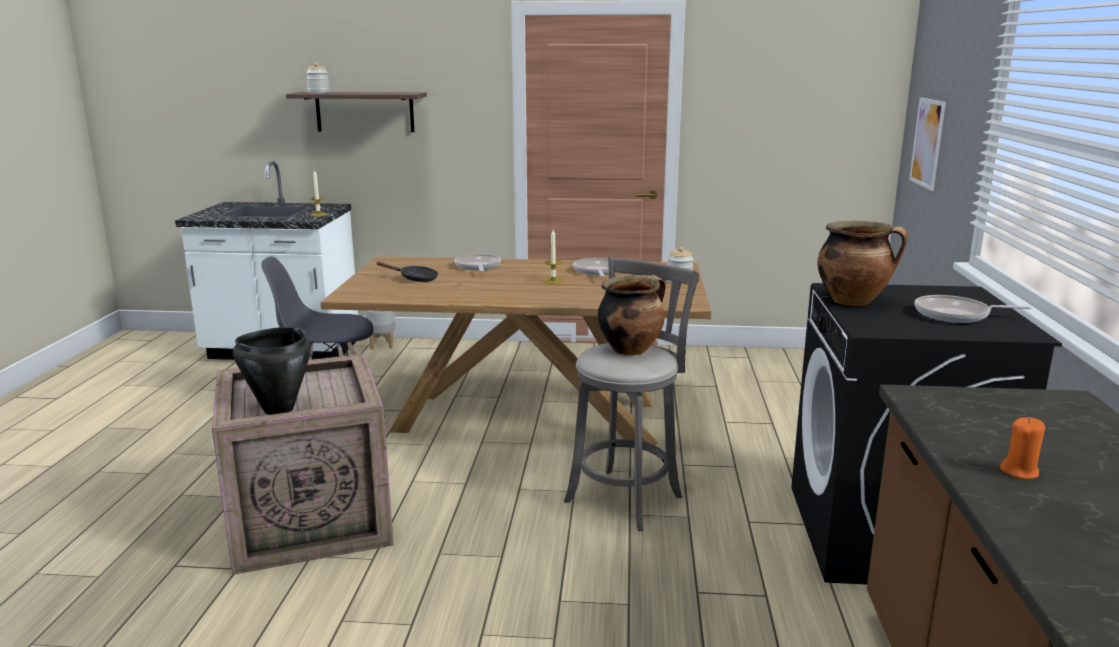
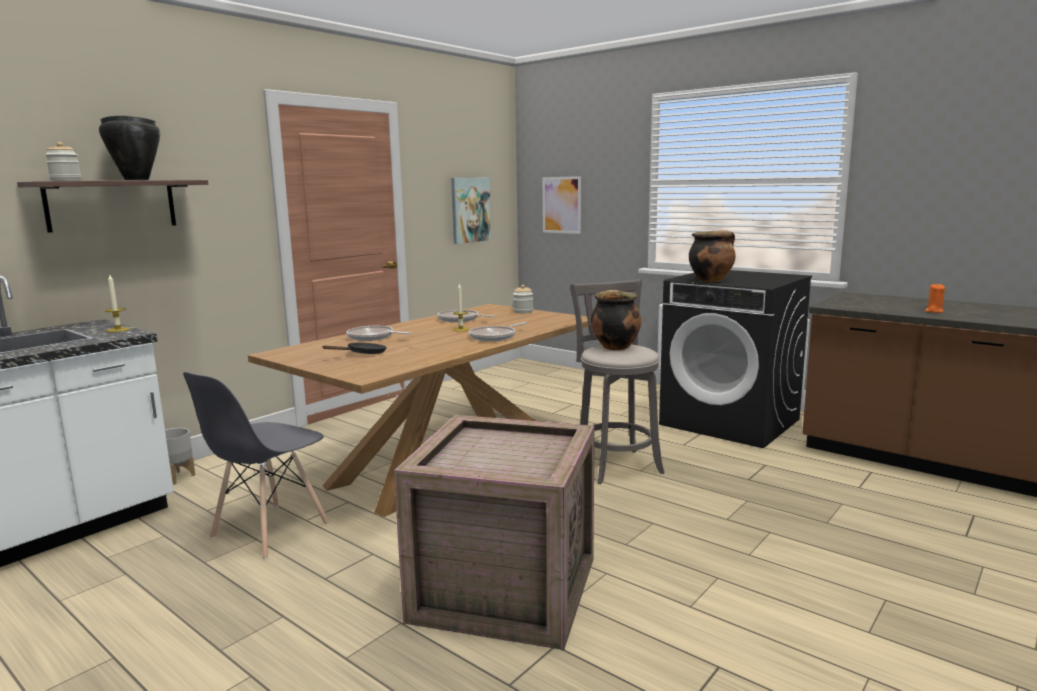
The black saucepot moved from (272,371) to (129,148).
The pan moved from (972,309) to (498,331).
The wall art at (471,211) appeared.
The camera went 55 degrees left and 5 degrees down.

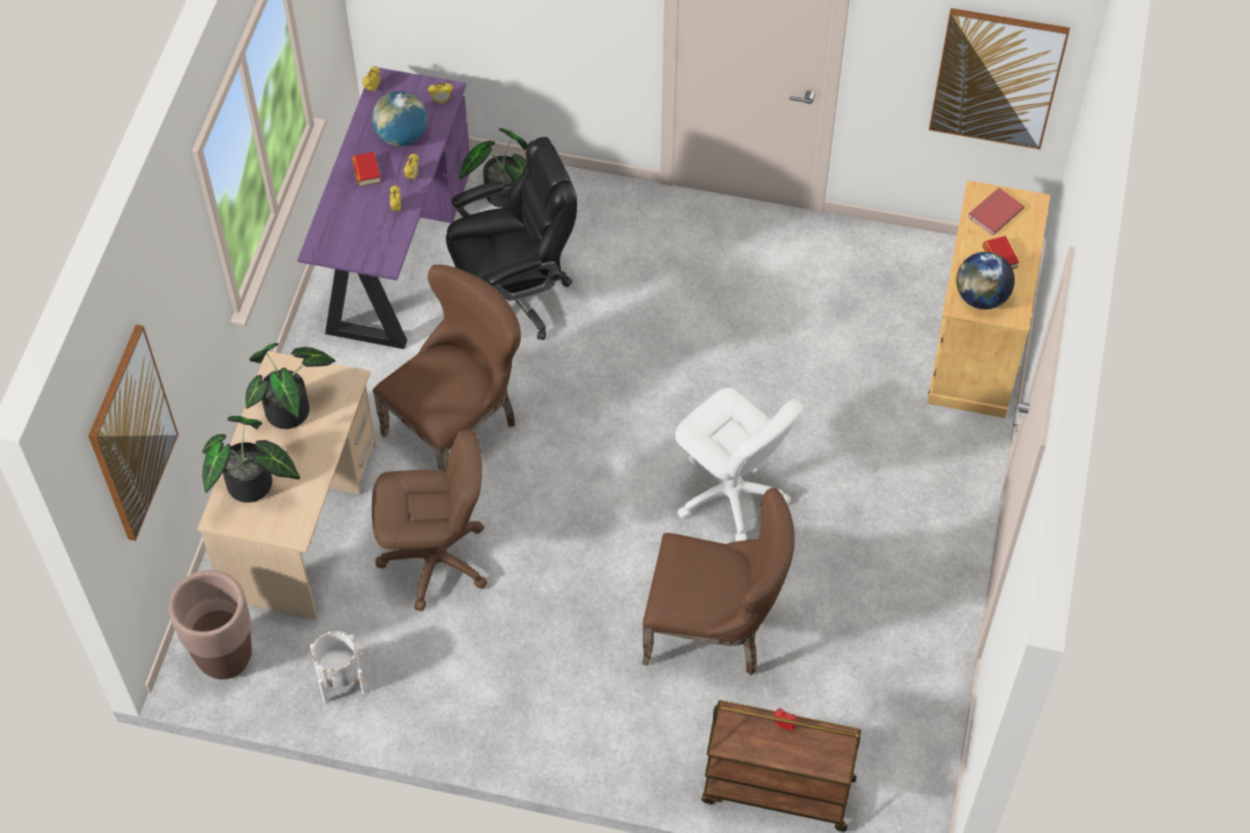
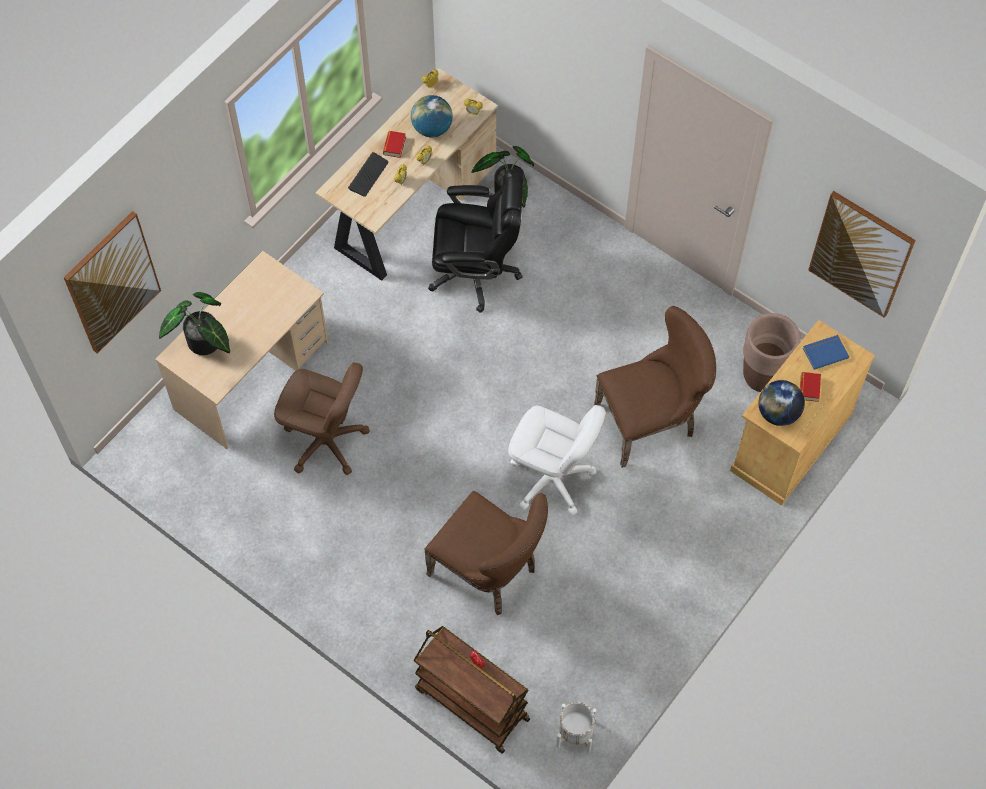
The brown plant pot moved from (210,624) to (772,352).
The houseplant at (290,386) disappeared.
The purplish desk unit at (383,208) became the beige-coloured desk unit at (406,174).
The whitish plant pot moved from (338,667) to (576,727).
The brown plain chair moved from (447,368) to (655,387).
The whitish computer chair at (739,464) turned 45 degrees counterclockwise.
The red volume at (996,211) became the bluish volume at (826,352).
The computer keyboard at (368,174) appeared.
The camera went 25 degrees right and 5 degrees up.

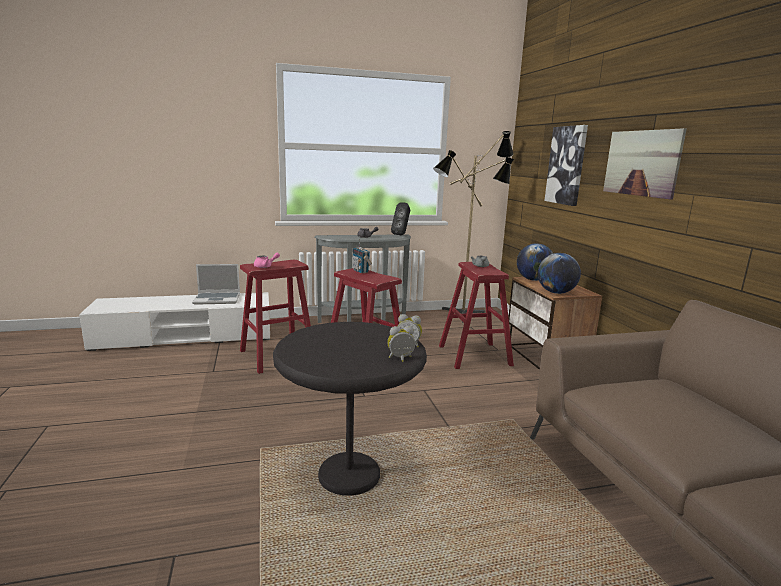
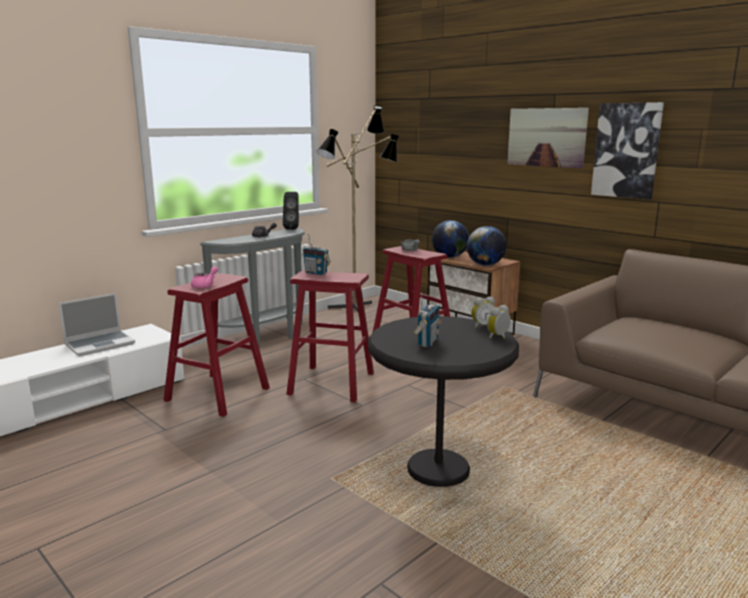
The wall art moved from (566,165) to (627,151).
The radio receiver at (427,320) appeared.
The camera went 30 degrees left and 0 degrees up.

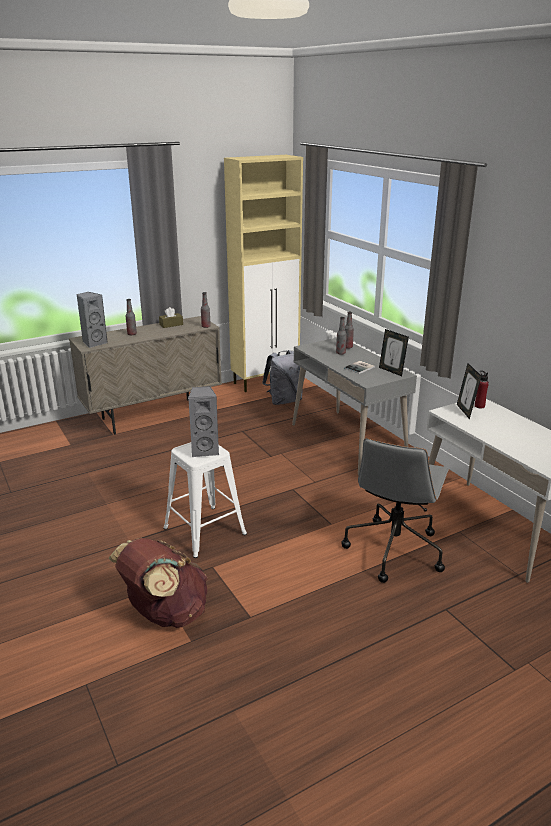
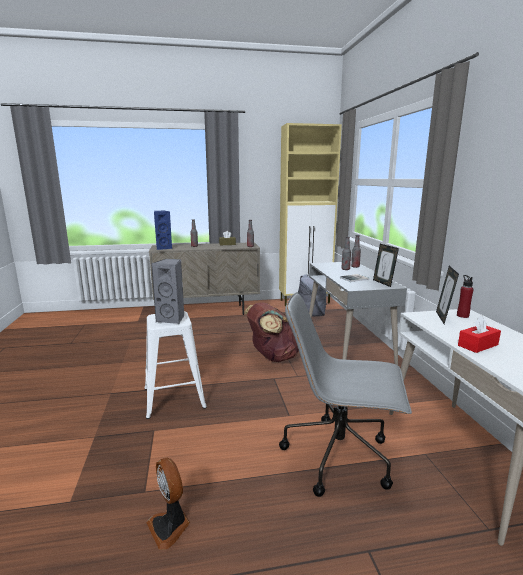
The greyish audio speaker at (92,320) became the bluish audio speaker at (163,230).
The brown rucksack moved from (158,583) to (271,332).
The greyish computer chair at (395,510) turned 60 degrees clockwise.
The electric fan at (168,504) appeared.
The red tissue box at (479,334) appeared.
The camera went 20 degrees right and 10 degrees down.

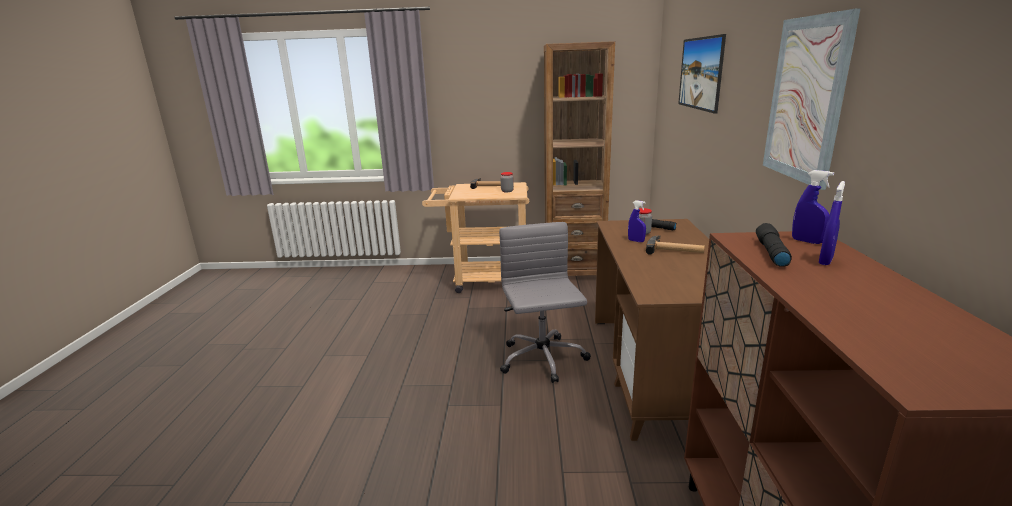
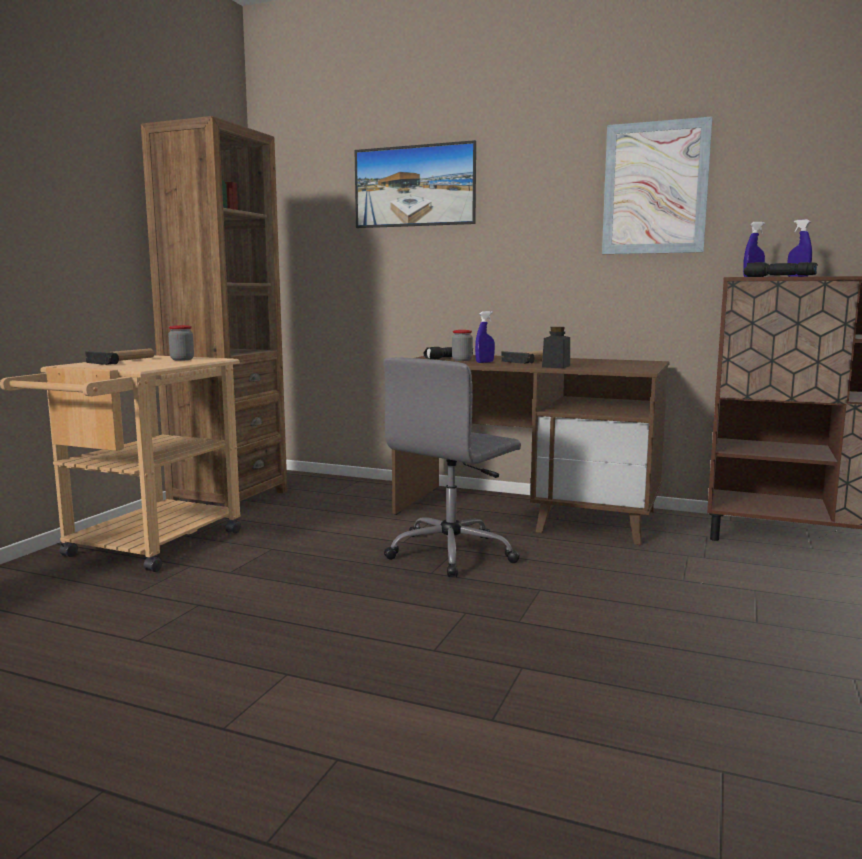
The greyish computer chair at (545,302) turned 60 degrees counterclockwise.
The black storage jar at (556,347) appeared.
The camera went 70 degrees left and 10 degrees down.

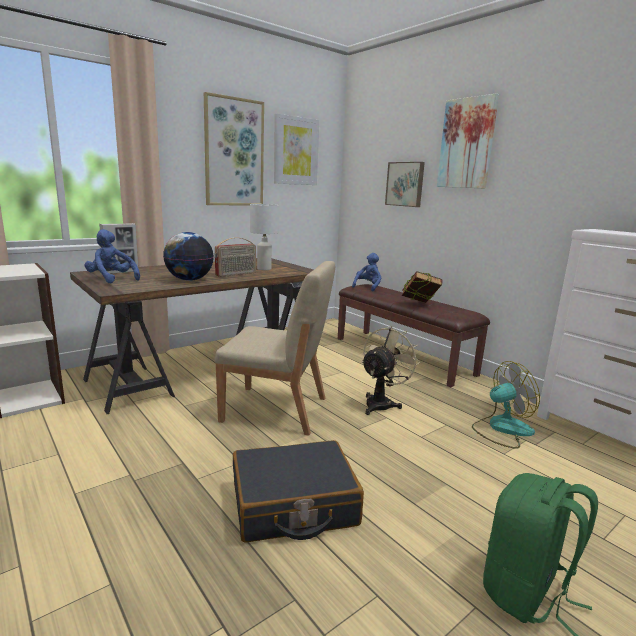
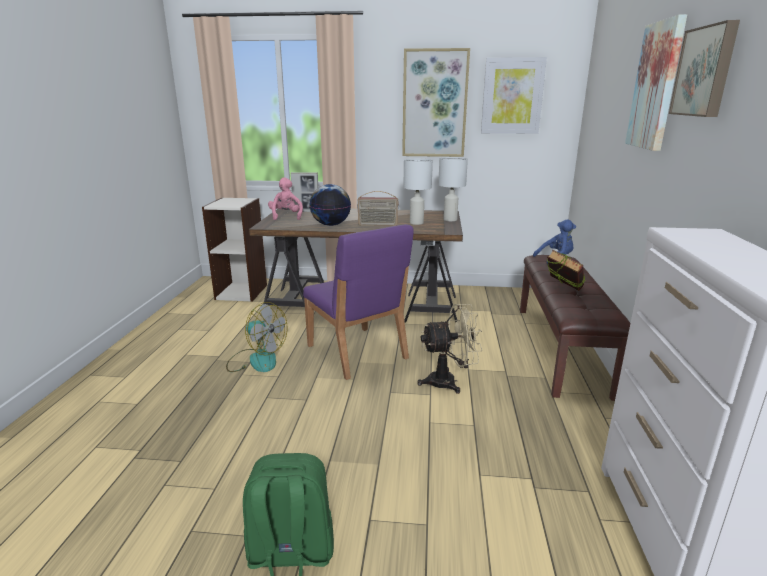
The bluish plush toy at (112,256) became the pink-coloured plush toy at (285,198).
The beige-coloured plain chair at (275,348) became the purplish plain chair at (358,302).
The black suitcase at (298,491) disappeared.
The wall art moved from (405,184) to (704,68).
The electric fan moved from (506,405) to (256,337).
The whitish lamp for a table at (453,189) appeared.
The camera went 45 degrees right and 5 degrees up.

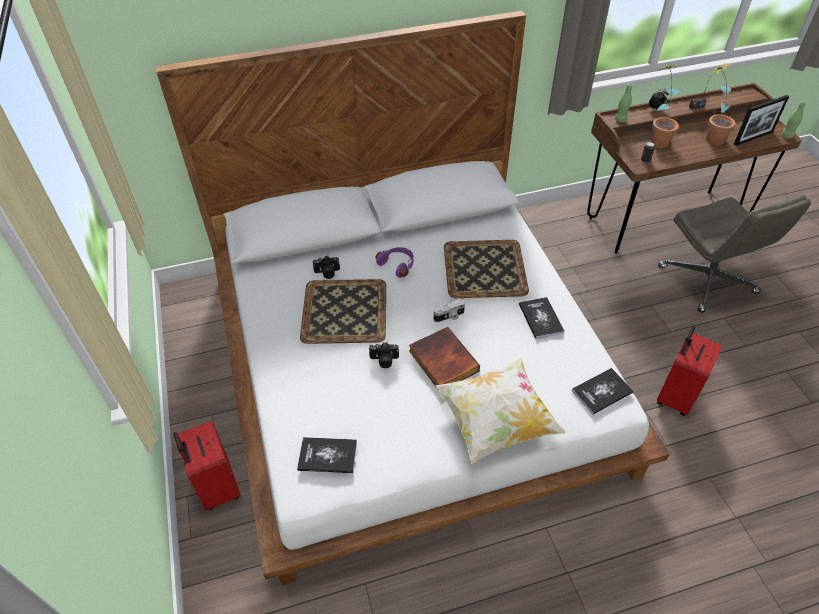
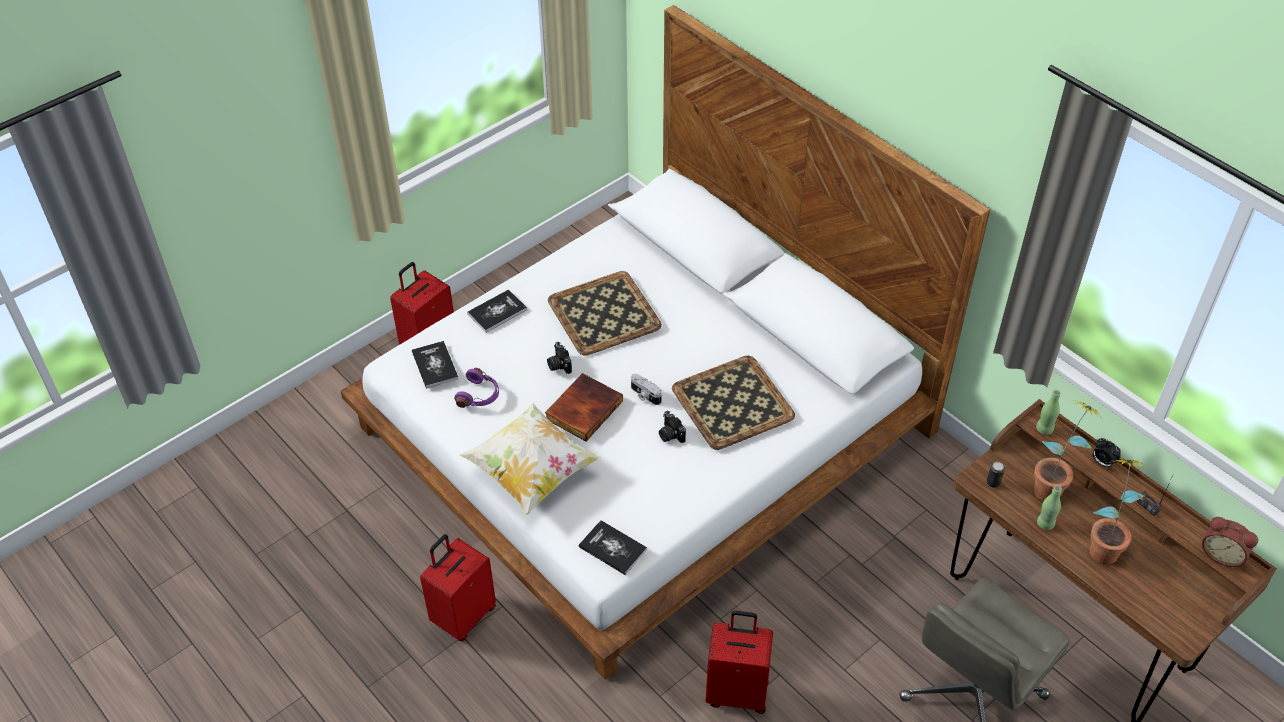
The photo camera moved from (326,267) to (672,427).
The purplish pair of headphones moved from (394,262) to (476,388).
The volume moved from (541,318) to (497,311).
The picture frame at (761,120) disappeared.
The green-coloured bottle moved from (793,120) to (1049,507).
The red suitcase at (458,587) appeared.
The table clock at (1230,542) appeared.
The camera went 65 degrees right and 0 degrees up.

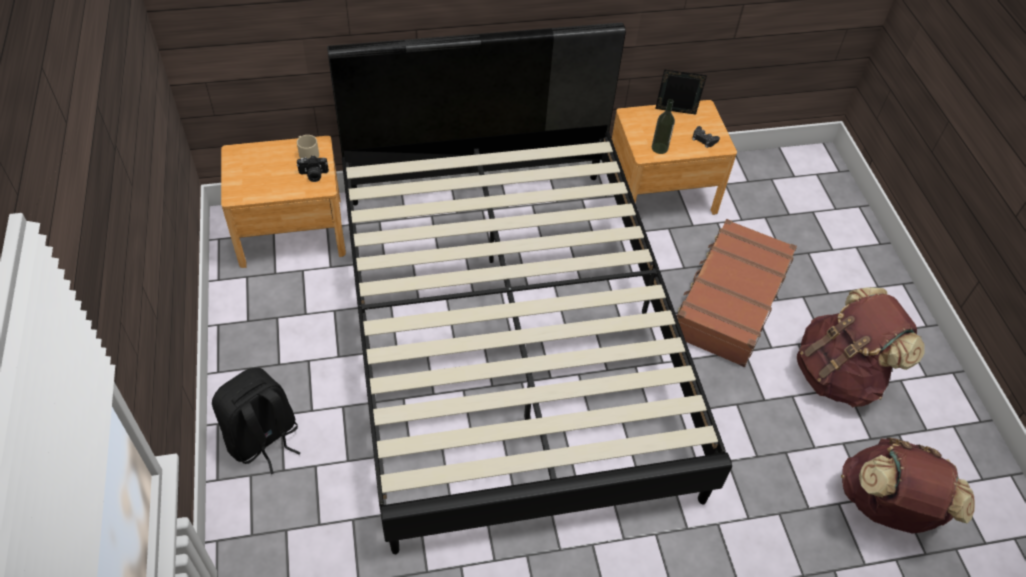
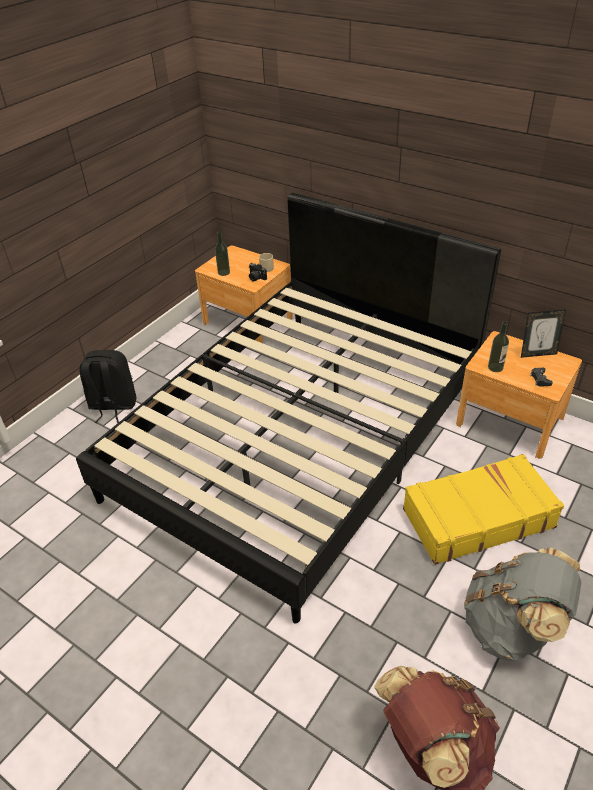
The picture frame at (681,92) turned 120 degrees clockwise.
The brown suitcase at (736,293) became the yellowish suitcase at (483,509).
The brown rucksack at (861,347) became the greyish rucksack at (523,604).
The bottle at (222,253) appeared.
The camera went 50 degrees right and 10 degrees down.

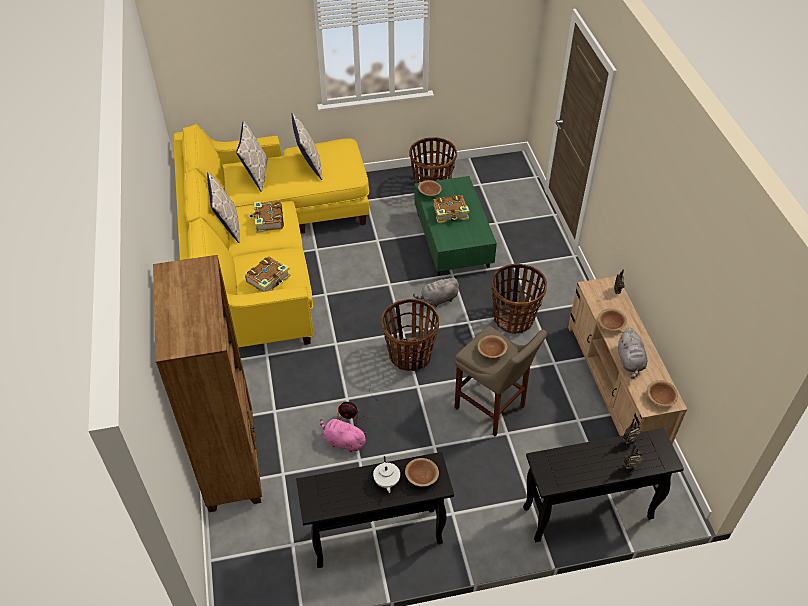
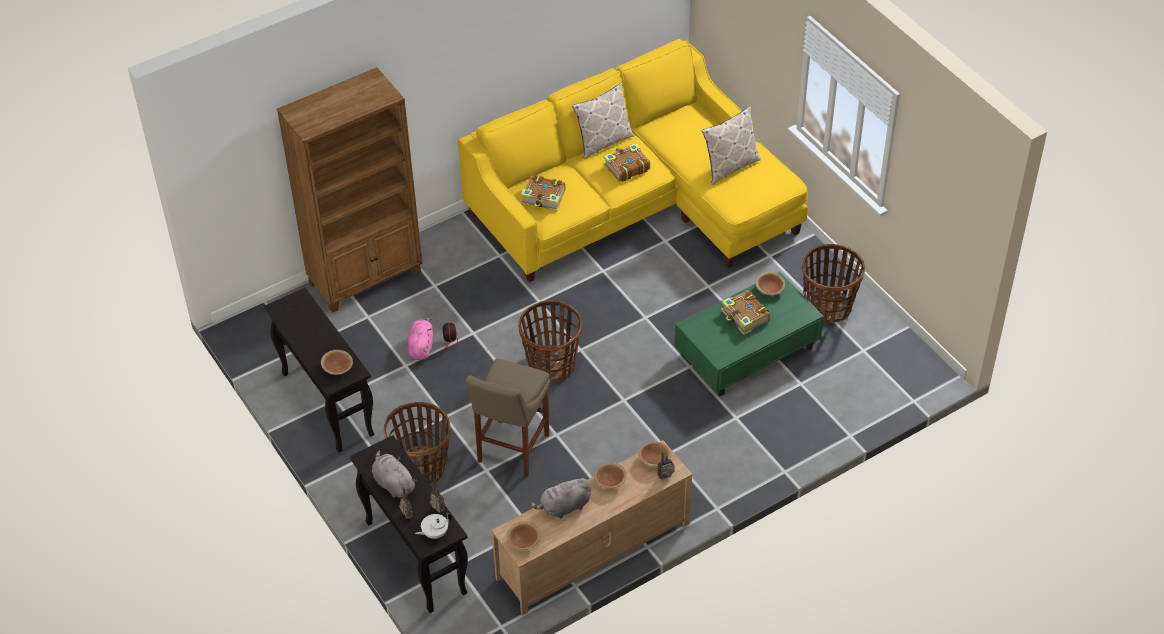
The pillow at (252,156) disappeared.
The whitish tea pot moved from (386,474) to (433,526).
The greyish plush toy moved from (436,292) to (394,474).
The brown deep dish moved from (492,346) to (654,454).
The storage basket moved from (519,299) to (417,443).
The camera went 70 degrees right and 0 degrees up.

